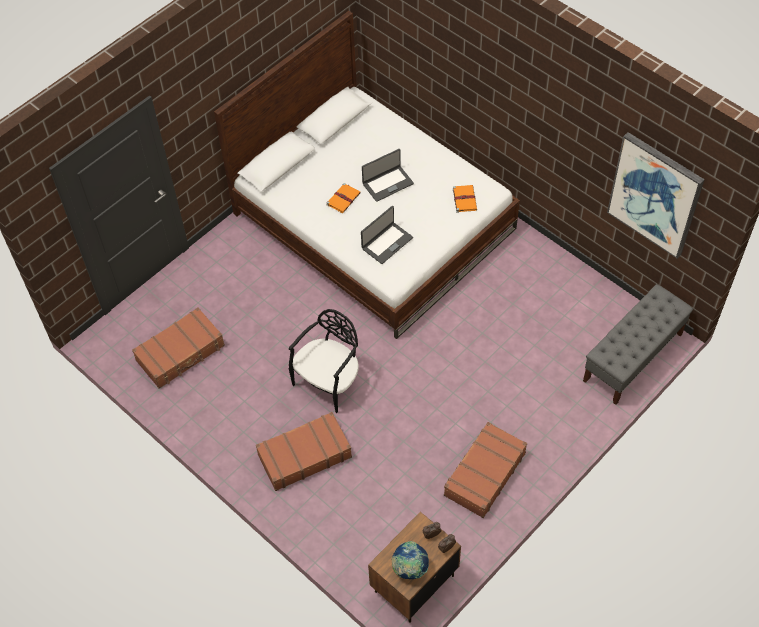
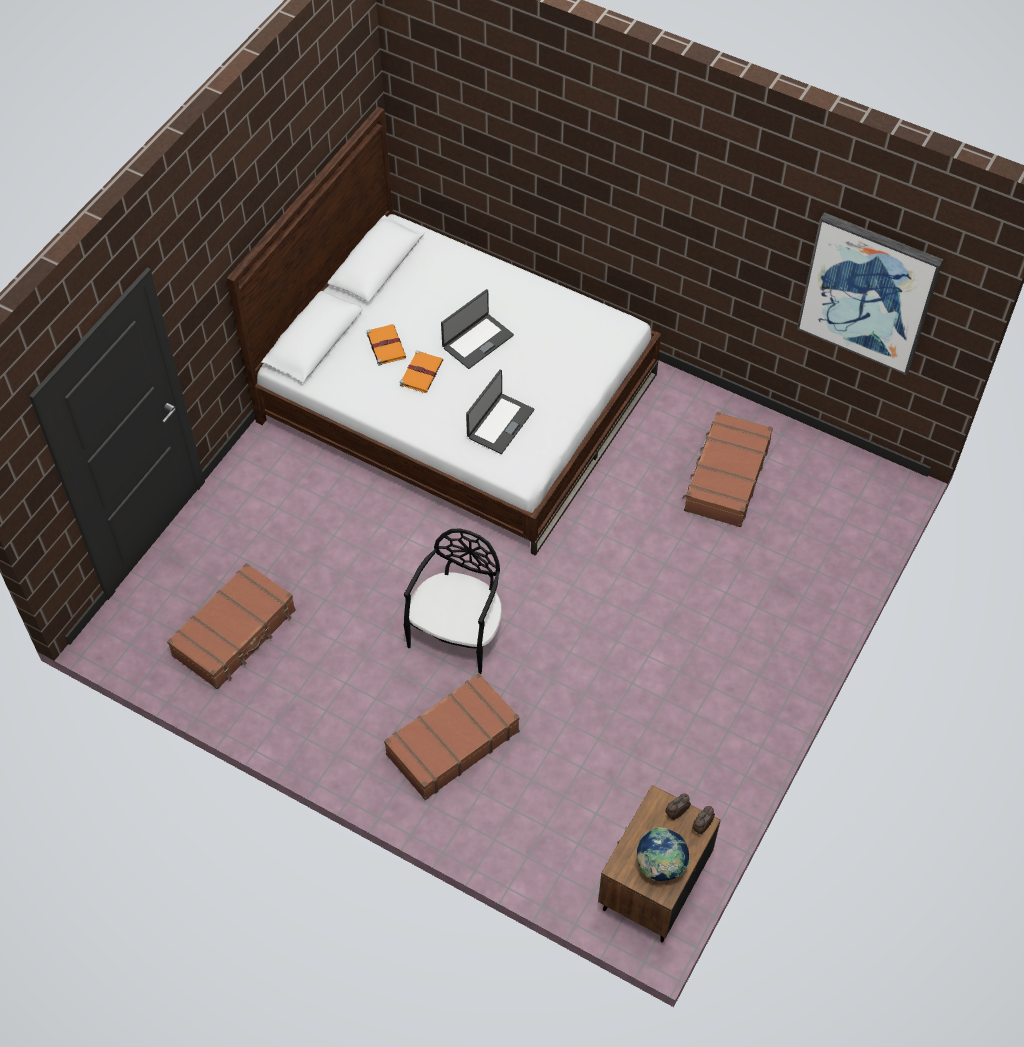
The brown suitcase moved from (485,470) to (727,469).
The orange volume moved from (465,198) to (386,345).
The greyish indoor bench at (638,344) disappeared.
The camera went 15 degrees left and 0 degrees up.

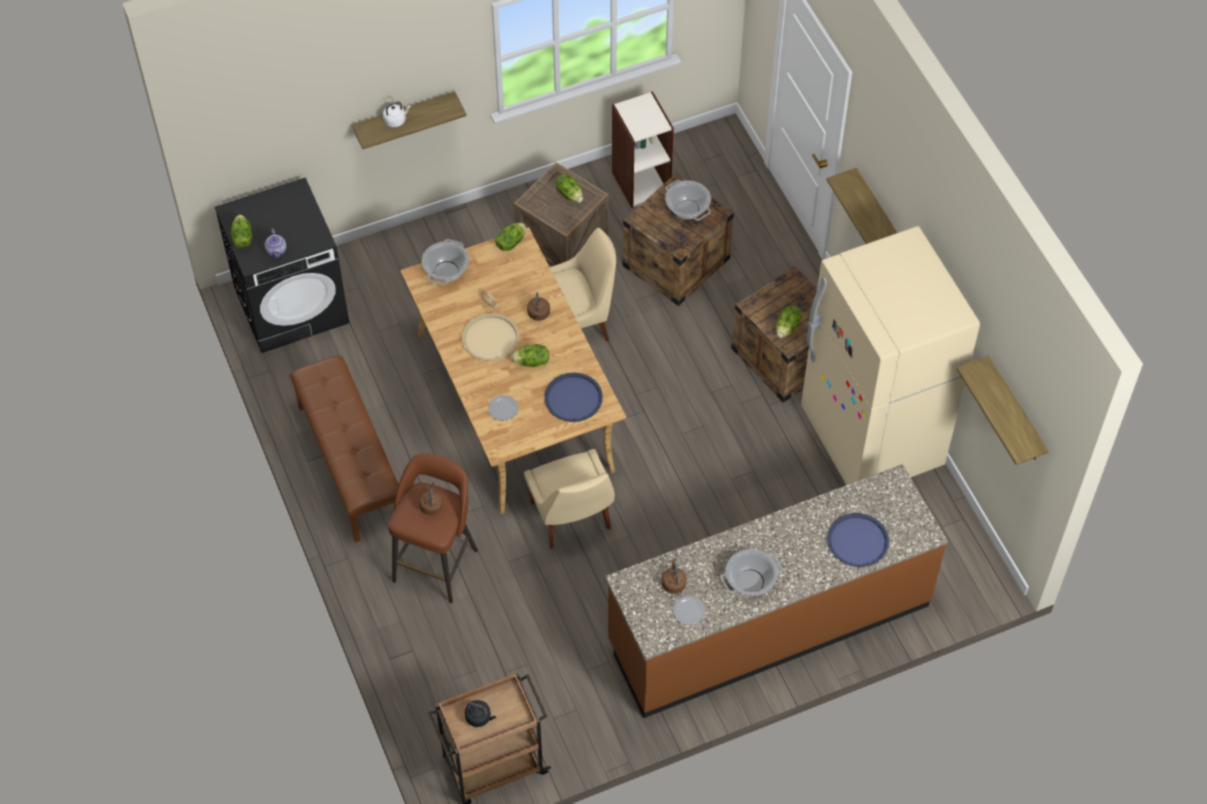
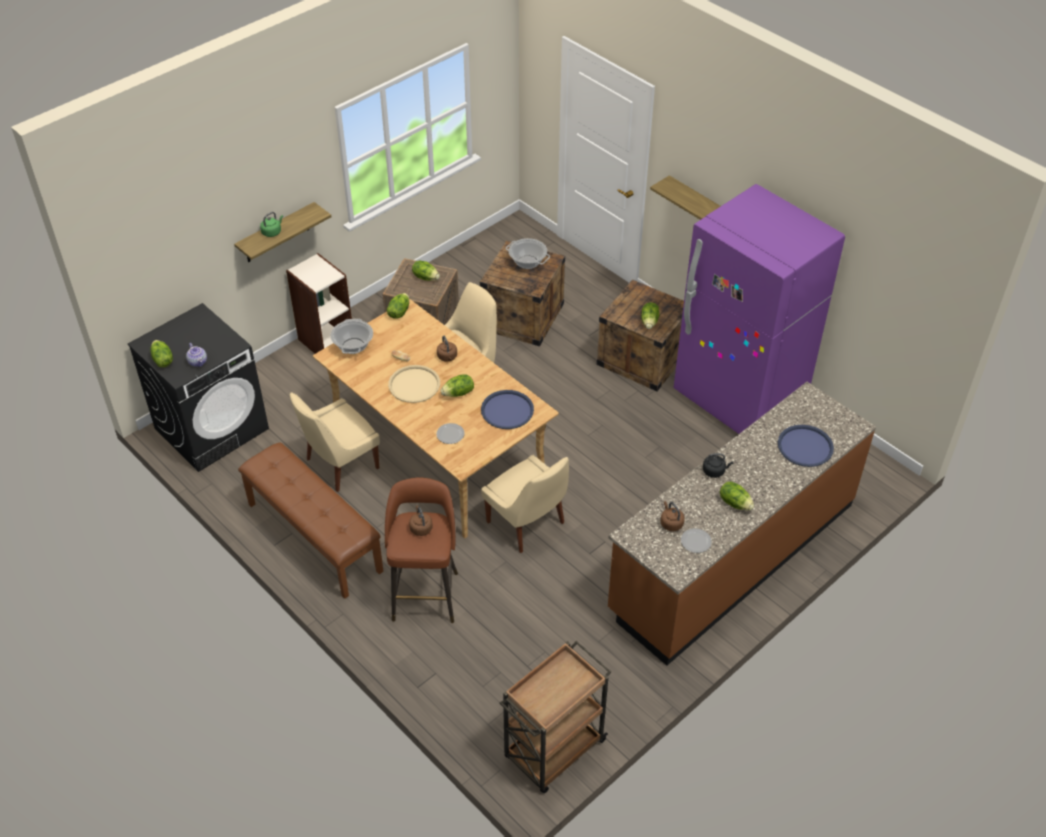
The whitish water kettle at (397,114) became the green-coloured water kettle at (271,224).
The black water kettle moved from (480,713) to (718,465).
The bookcase moved from (643,149) to (319,303).
The saucepot at (751,572) was replaced by the head of lettuce at (737,496).
The beige-coloured kitchen fridge at (890,355) became the purplish kitchen fridge at (759,309).
The shelf at (1002,410) disappeared.
The beige-coloured plain chair at (335,442) appeared.
The camera went 20 degrees left and 10 degrees down.

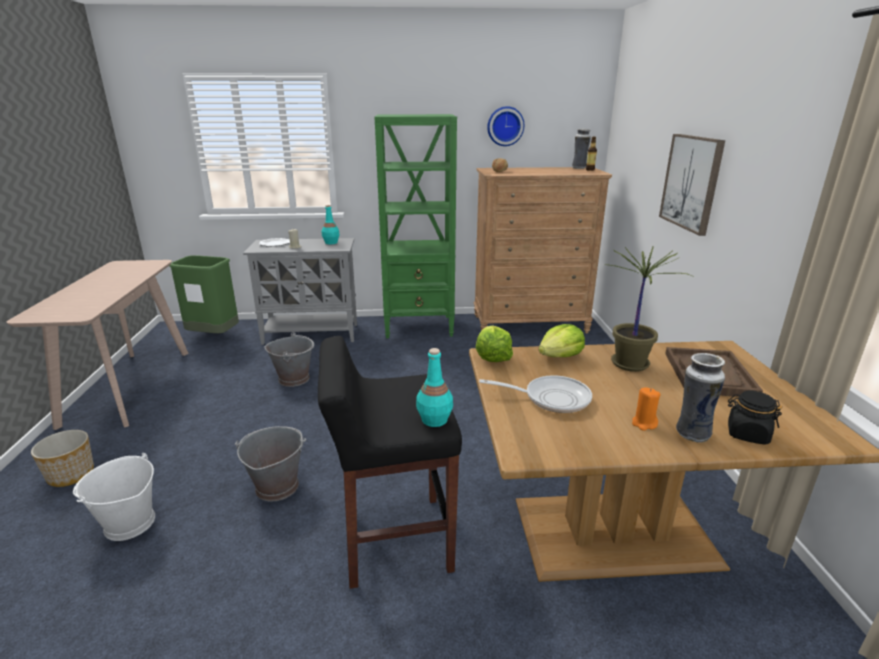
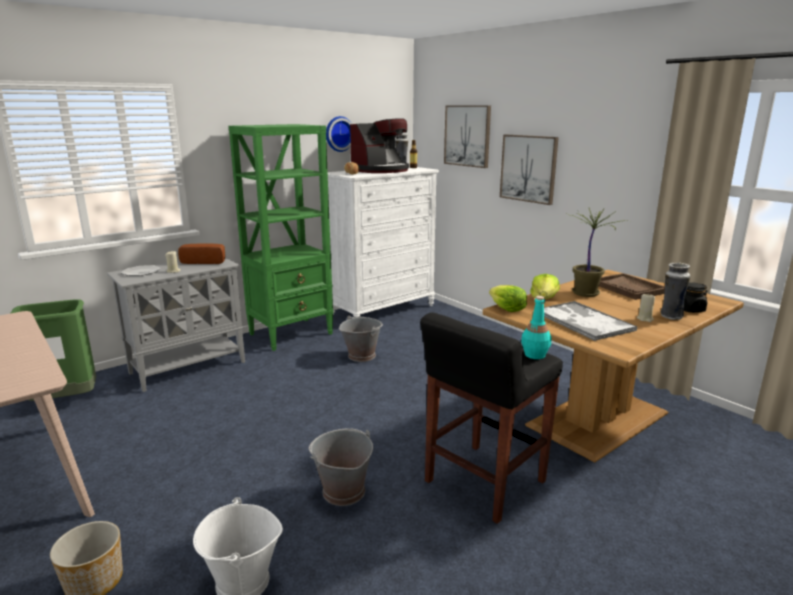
The greyish water bucket moved from (289,359) to (361,338).
The blue-green bottle at (331,225) was replaced by the bread at (201,253).
The brown dresser at (543,250) became the whitish dresser at (383,241).
The pan at (535,394) was replaced by the serving tray at (590,321).
The orange wax light at (646,409) became the beige-coloured wax light at (646,308).
The coffee brewer at (379,145) appeared.
The wall art at (467,136) appeared.
The camera went 35 degrees left and 5 degrees down.

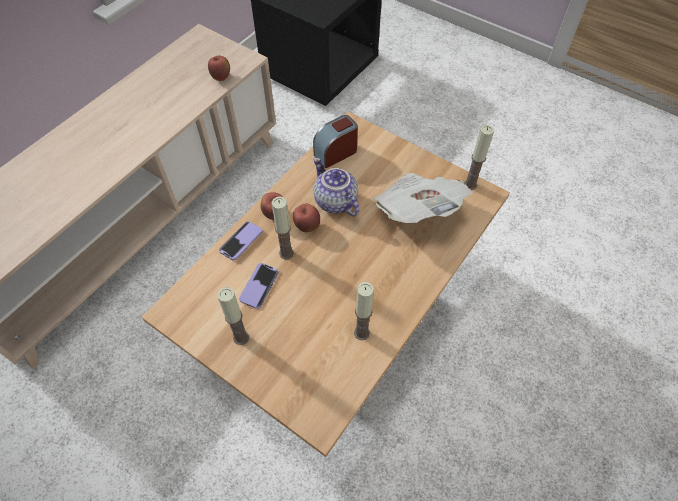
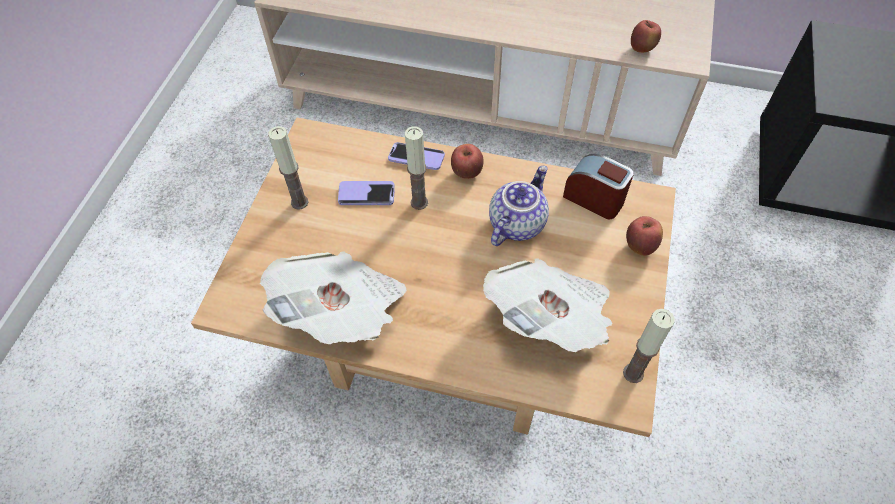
The apple moved from (306,218) to (644,236).
The wax light at (364,311) was replaced by the daily paper at (333,298).
The camera went 70 degrees right and 0 degrees up.

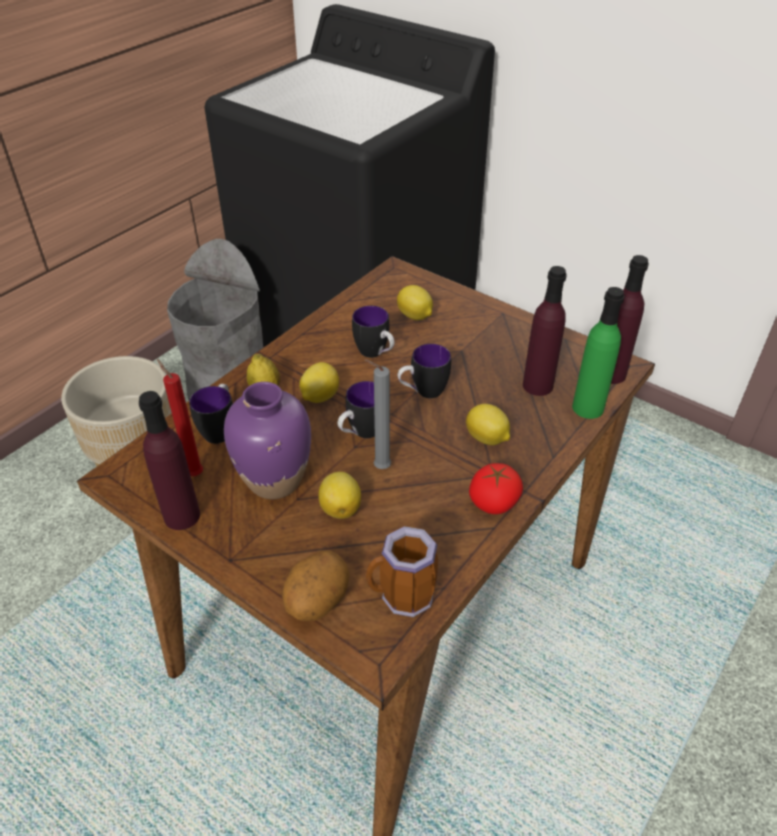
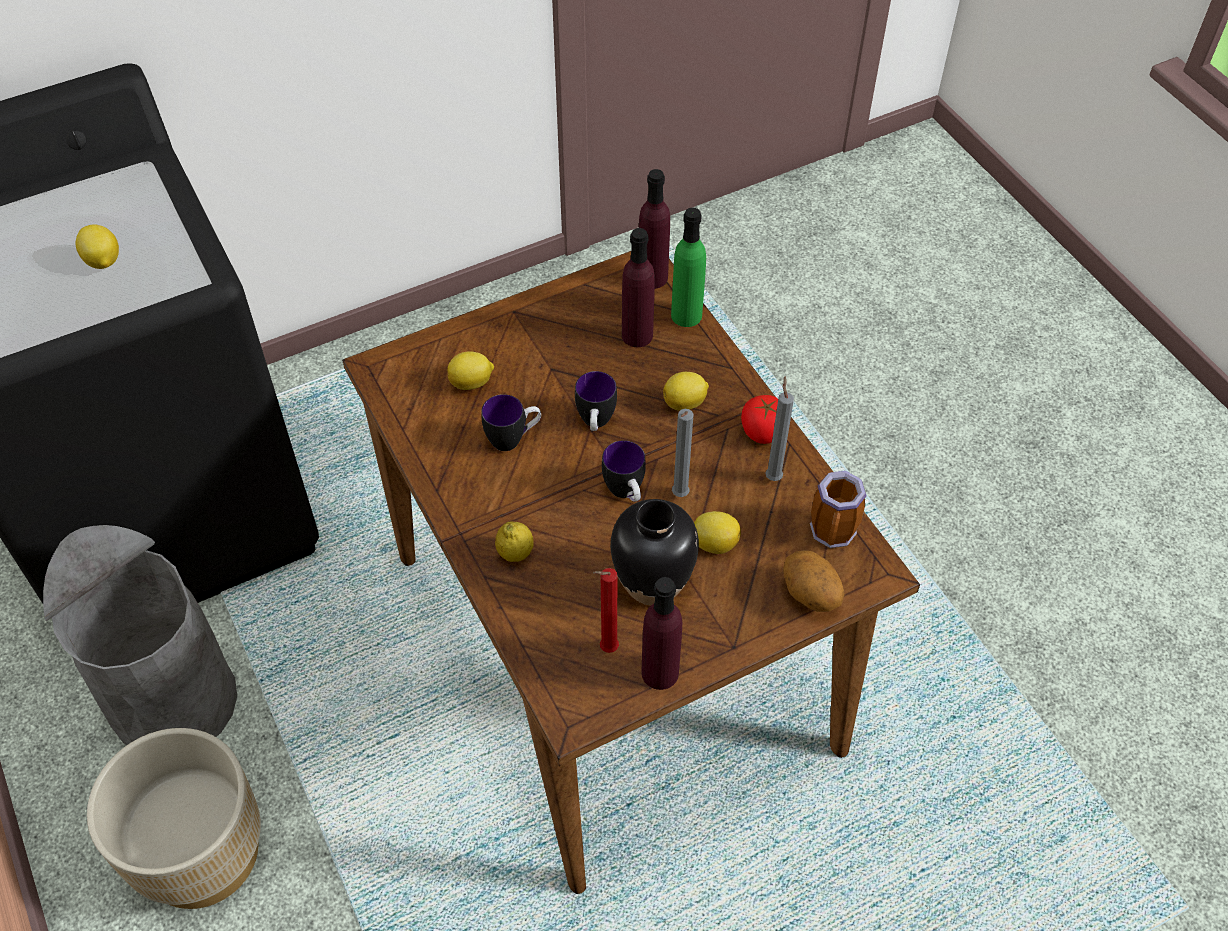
The mug at (211,414) disappeared.
The purplish flower vase at (267,440) became the black flower vase at (655,552).
The whole lemon moved from (319,382) to (97,246).
The greyish wax light at (779,428) appeared.
The camera went 65 degrees left and 10 degrees up.

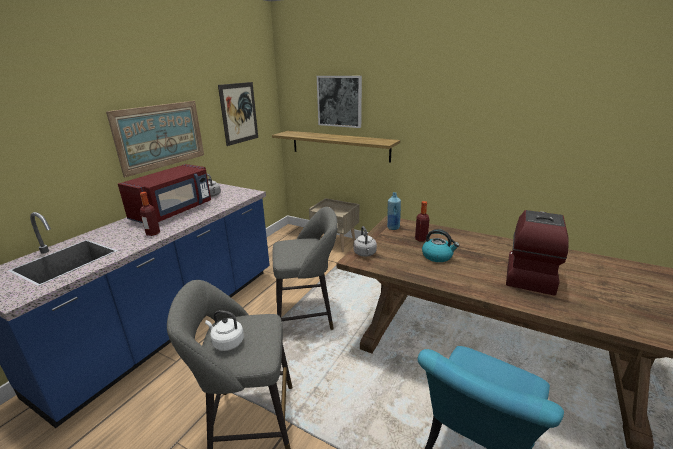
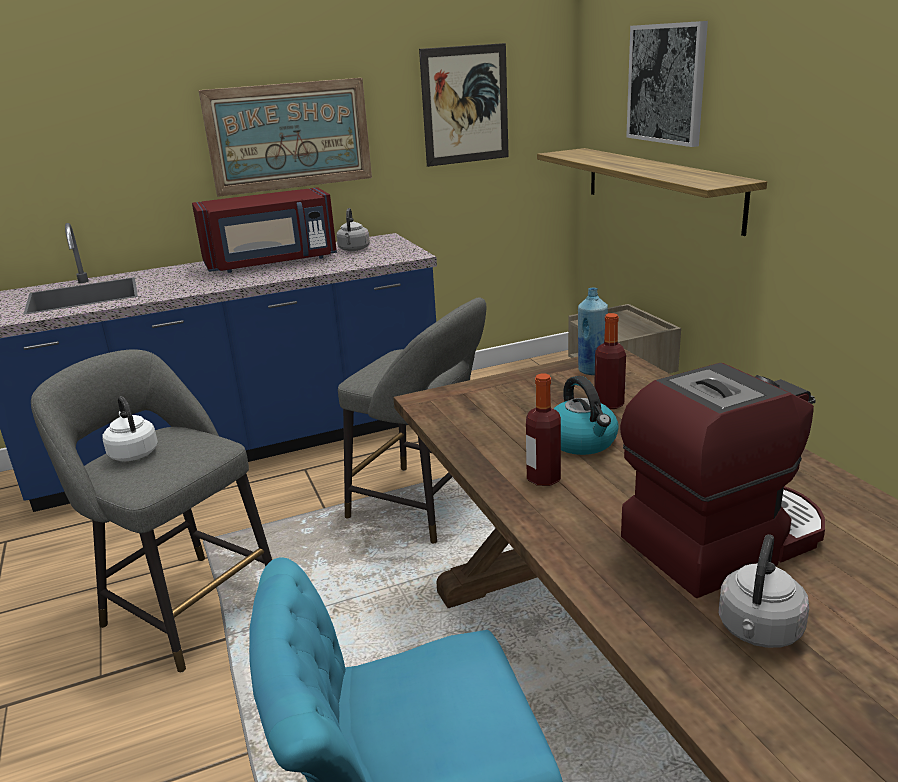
The bottle moved from (150,214) to (543,430).
The greyish water kettle moved from (365,241) to (764,591).
The camera went 40 degrees right and 0 degrees up.

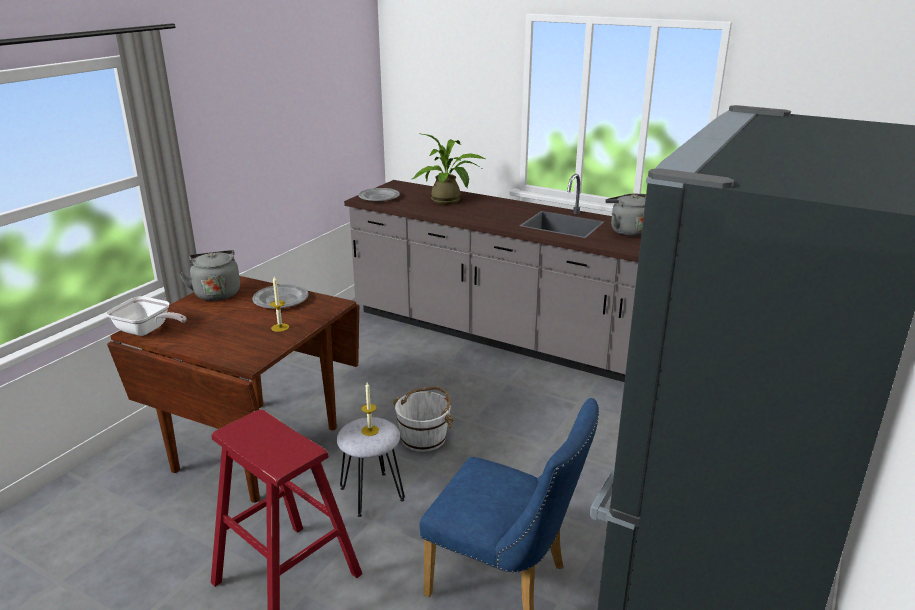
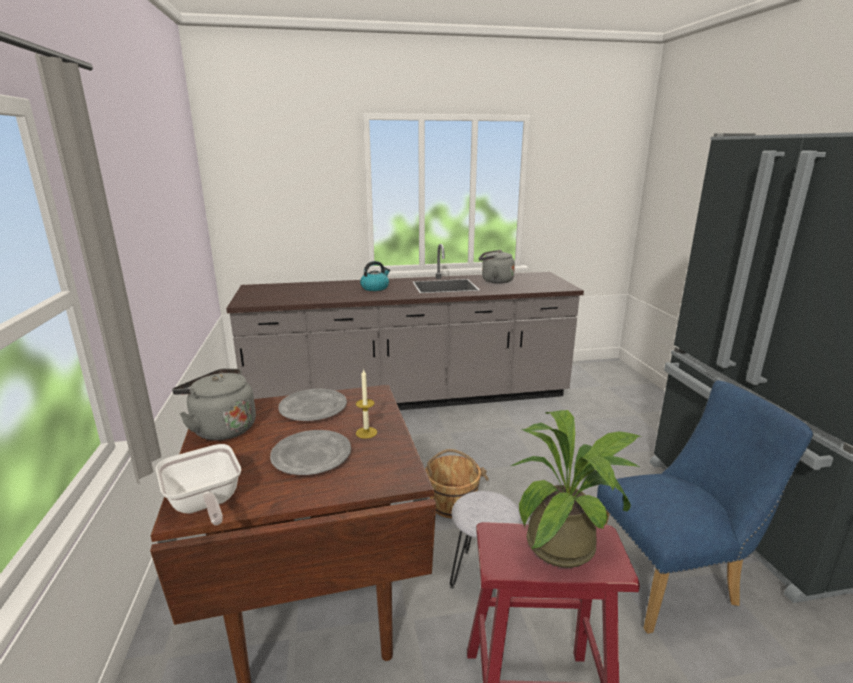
The pan at (146,316) turned 75 degrees clockwise.
The greyish dinner plate moved from (379,194) to (310,452).
The wax light at (370,409) disappeared.
The whitish water bucket at (423,419) became the brown water bucket at (457,483).
The houseplant moved from (448,169) to (575,489).
The water kettle at (375,276) appeared.
The camera went 40 degrees left and 5 degrees down.

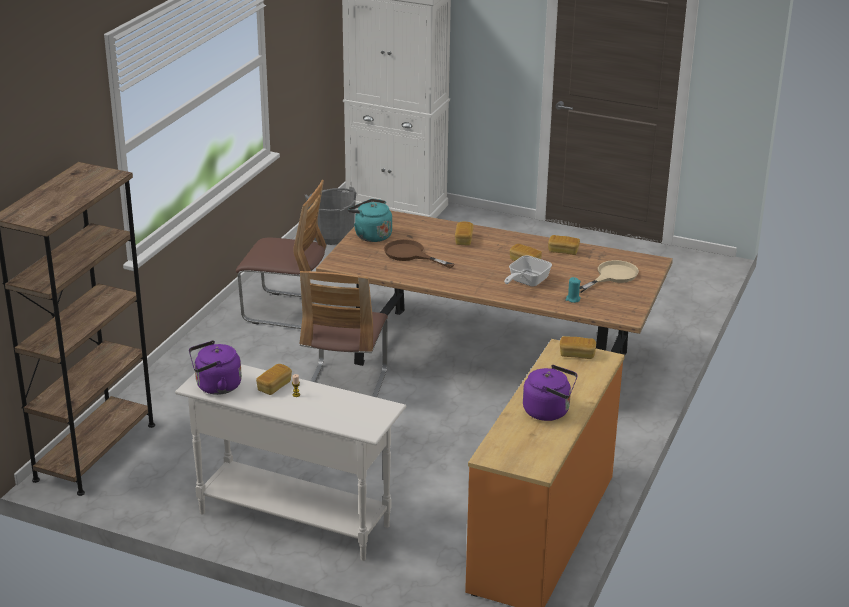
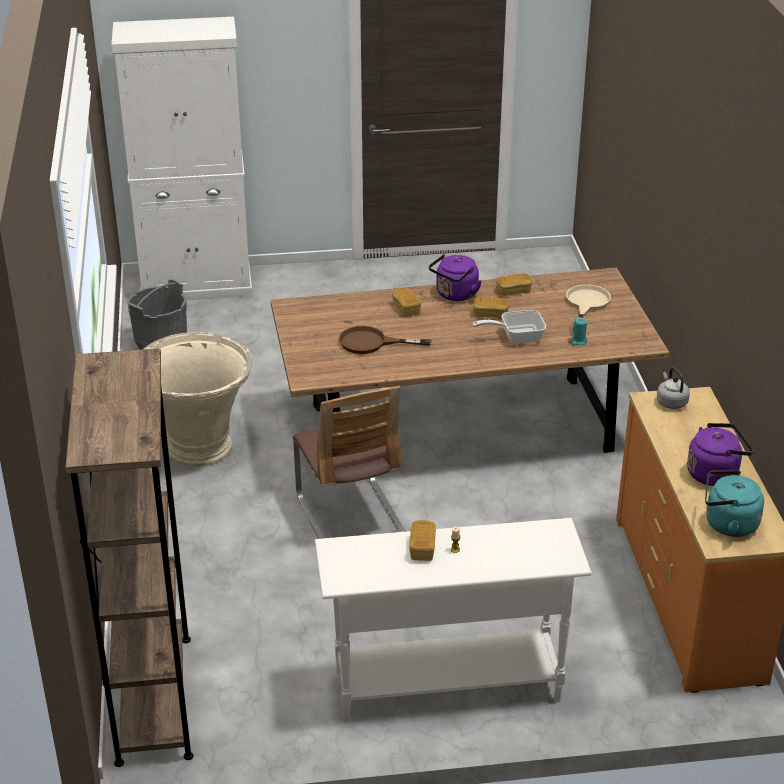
The purplish water kettle moved from (215,367) to (455,277).
The plain chair at (283,254) was replaced by the beige-coloured plant pot at (197,399).
The blue-green water kettle moved from (370,220) to (734,503).
The pan at (528,271) turned 75 degrees clockwise.
The bread at (578,347) was replaced by the greyish water kettle at (673,388).
The camera went 30 degrees left and 5 degrees up.

